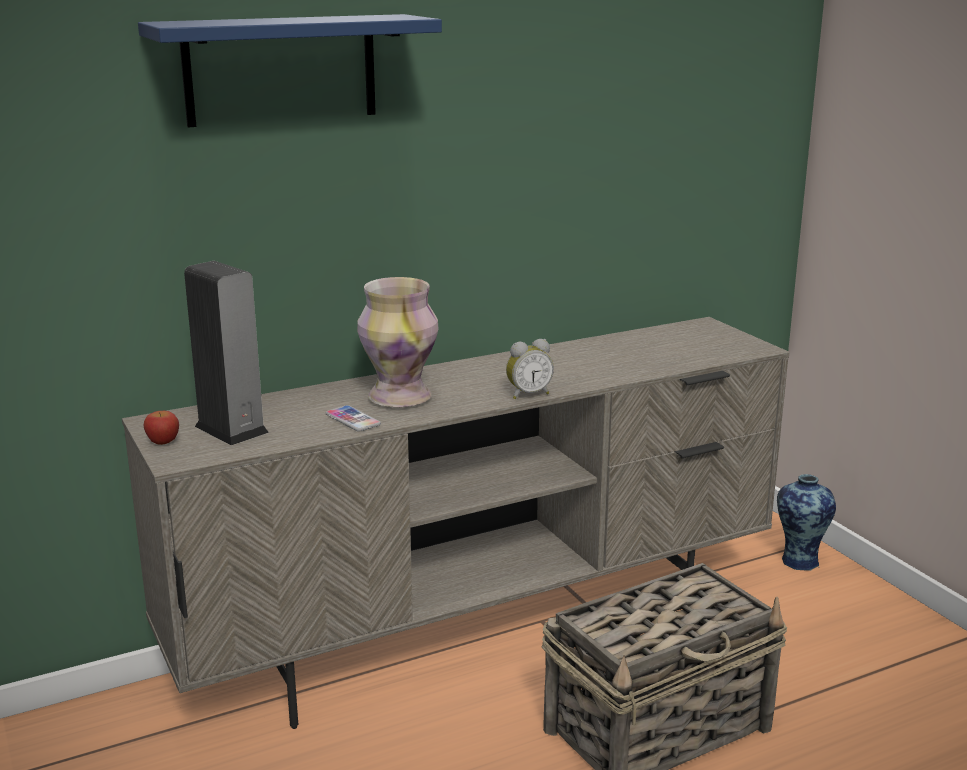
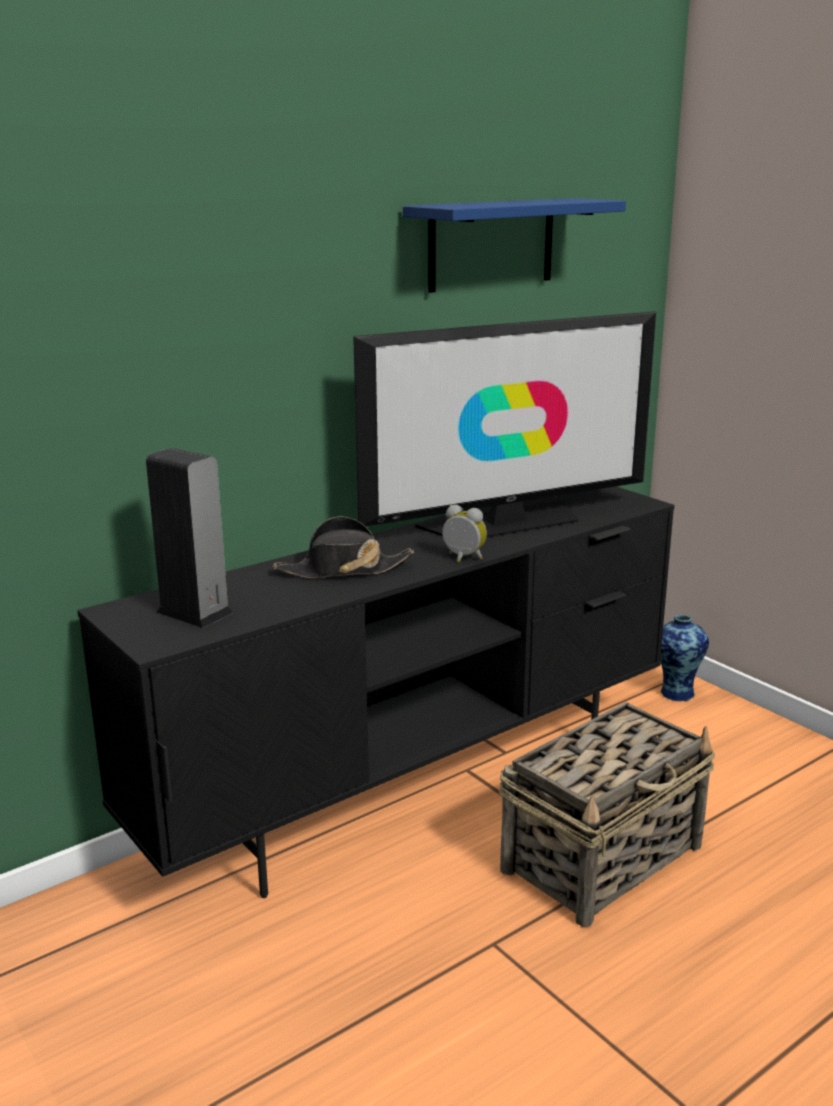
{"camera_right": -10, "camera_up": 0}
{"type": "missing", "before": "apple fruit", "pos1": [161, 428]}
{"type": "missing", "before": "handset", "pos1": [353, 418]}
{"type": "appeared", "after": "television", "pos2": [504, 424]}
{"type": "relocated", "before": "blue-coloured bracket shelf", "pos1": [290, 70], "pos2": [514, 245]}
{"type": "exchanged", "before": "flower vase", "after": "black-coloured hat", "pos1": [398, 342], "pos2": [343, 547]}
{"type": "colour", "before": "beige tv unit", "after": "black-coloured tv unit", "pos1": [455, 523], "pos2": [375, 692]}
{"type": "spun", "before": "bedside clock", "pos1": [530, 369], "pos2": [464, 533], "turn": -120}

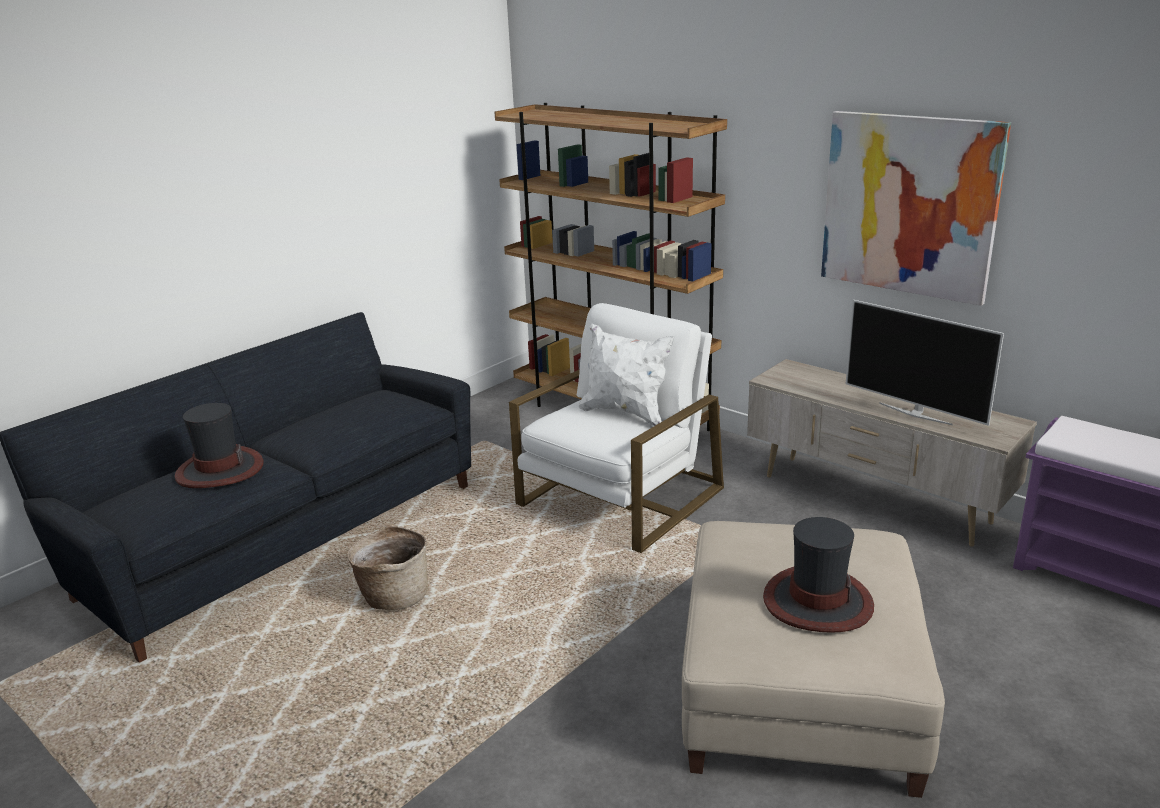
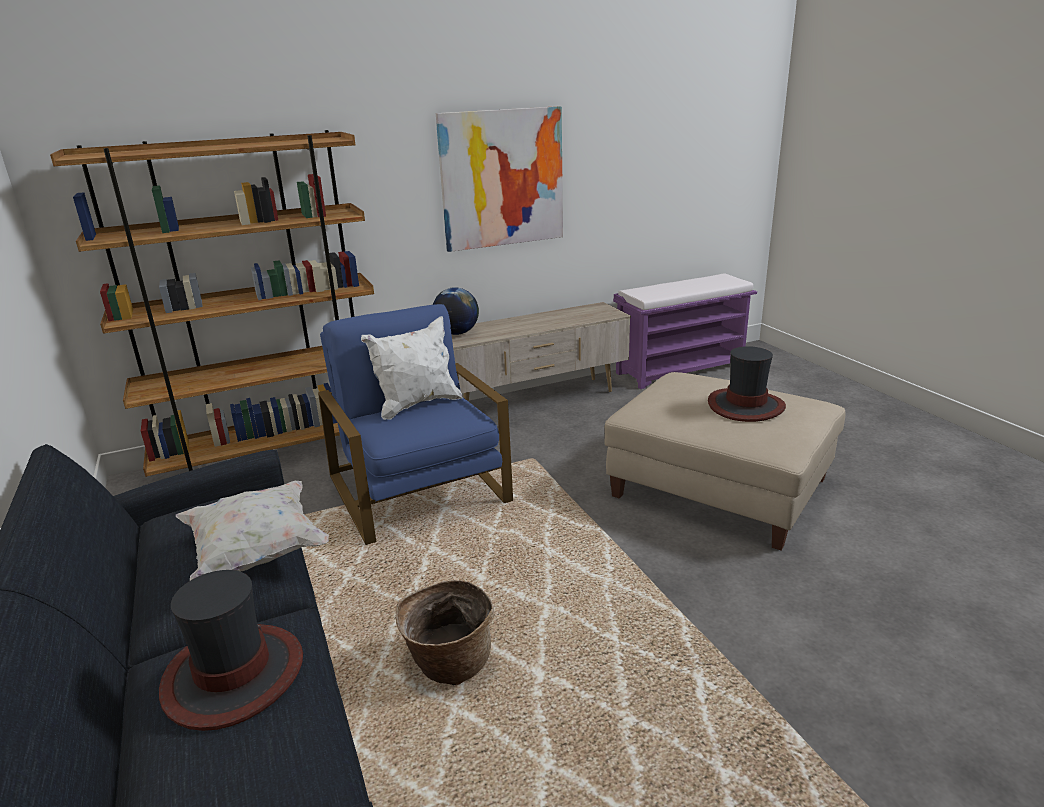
{"camera_right": -65, "camera_up": 0}
{"type": "missing", "before": "television", "pos1": [925, 363]}
{"type": "appeared", "after": "white-coloured pillow", "pos2": [252, 531]}
{"type": "appeared", "after": "world globe", "pos2": [456, 311]}
{"type": "colour", "before": "white-coloured armchair", "after": "blue-coloured armchair", "pos1": [616, 428], "pos2": [415, 424]}

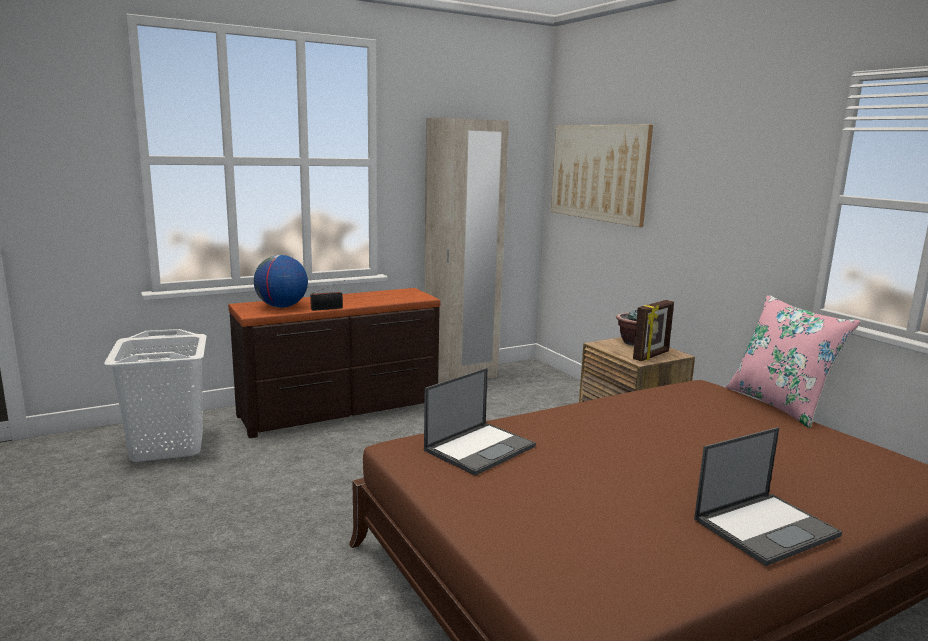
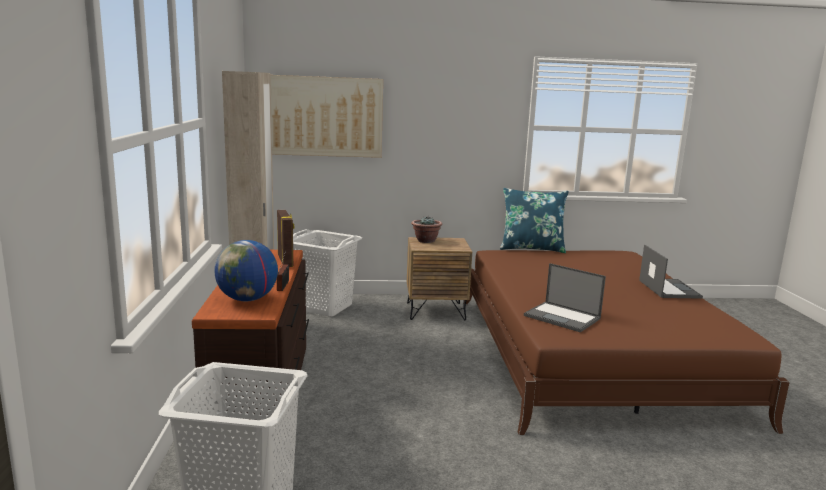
{"camera_right": -65, "camera_up": 0}
{"type": "appeared", "after": "white-coloured laundry basket", "pos2": [327, 273]}
{"type": "relocated", "before": "photo frame", "pos1": [653, 330], "pos2": [285, 238]}
{"type": "colour", "before": "pink-coloured pillow", "after": "blue-coloured pillow", "pos1": [793, 361], "pos2": [534, 220]}
{"type": "spun", "before": "notebook computer", "pos1": [480, 422], "pos2": [565, 297], "turn": 150}

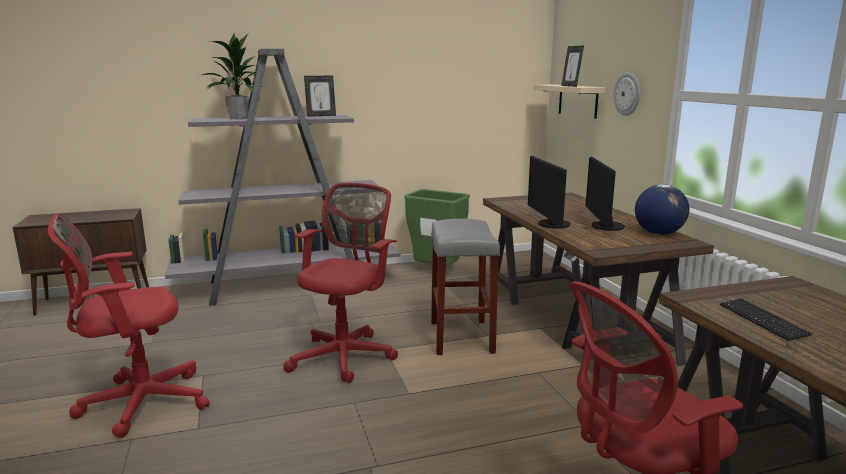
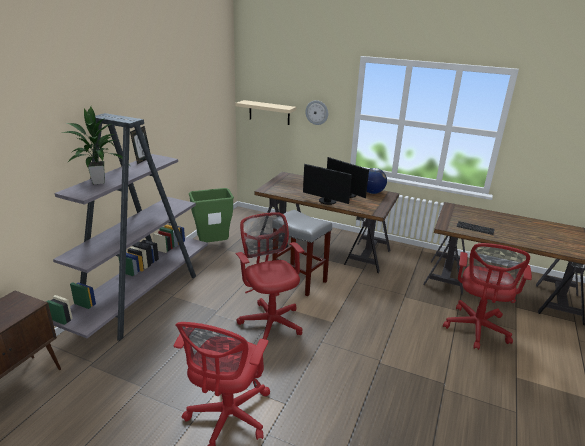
{"camera_right": -50, "camera_up": 10}
{"type": "missing", "before": "photo frame", "pos1": [572, 66]}

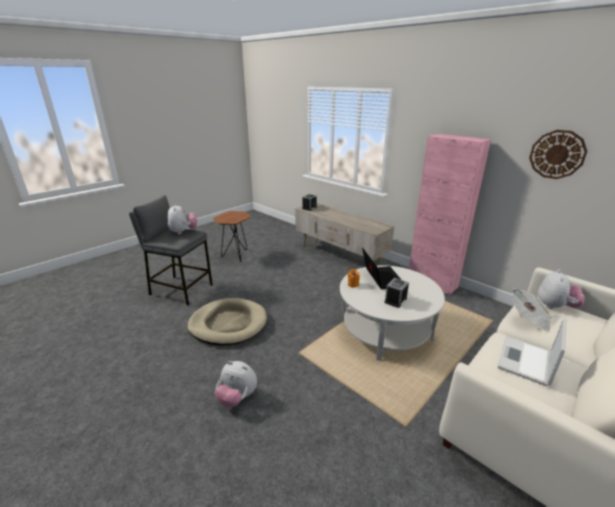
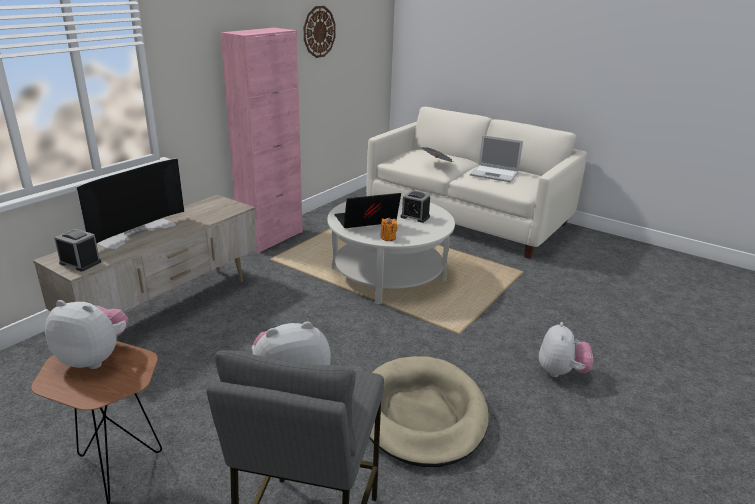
{"camera_right": -100, "camera_up": 0}
{"type": "appeared", "after": "television", "pos2": [130, 203]}
{"type": "relocated", "before": "soft toy", "pos1": [561, 289], "pos2": [86, 334]}

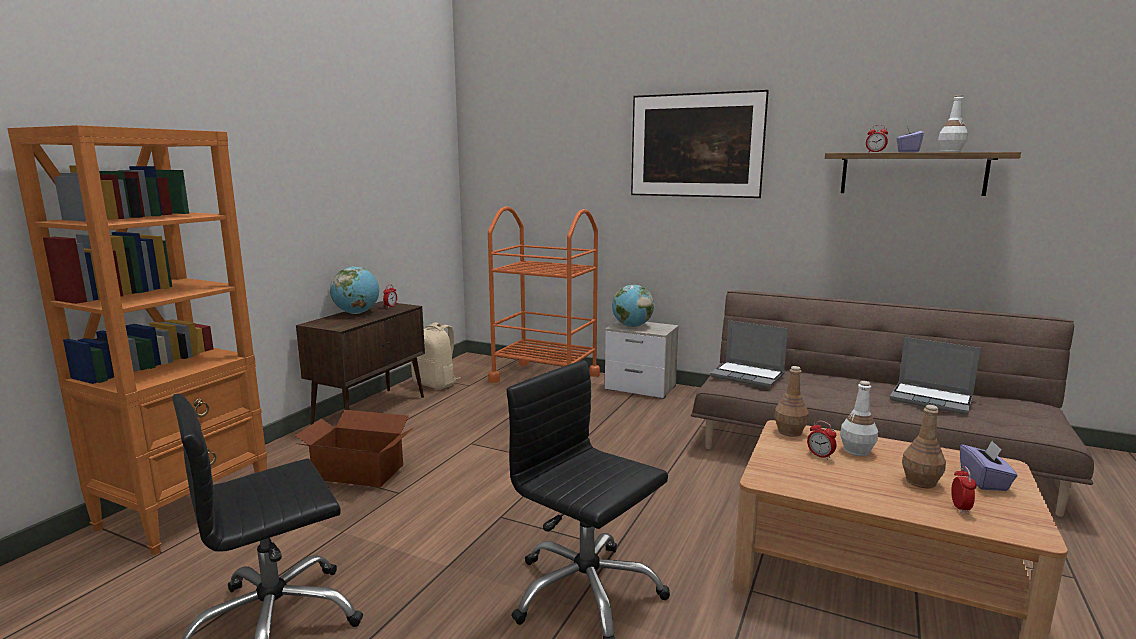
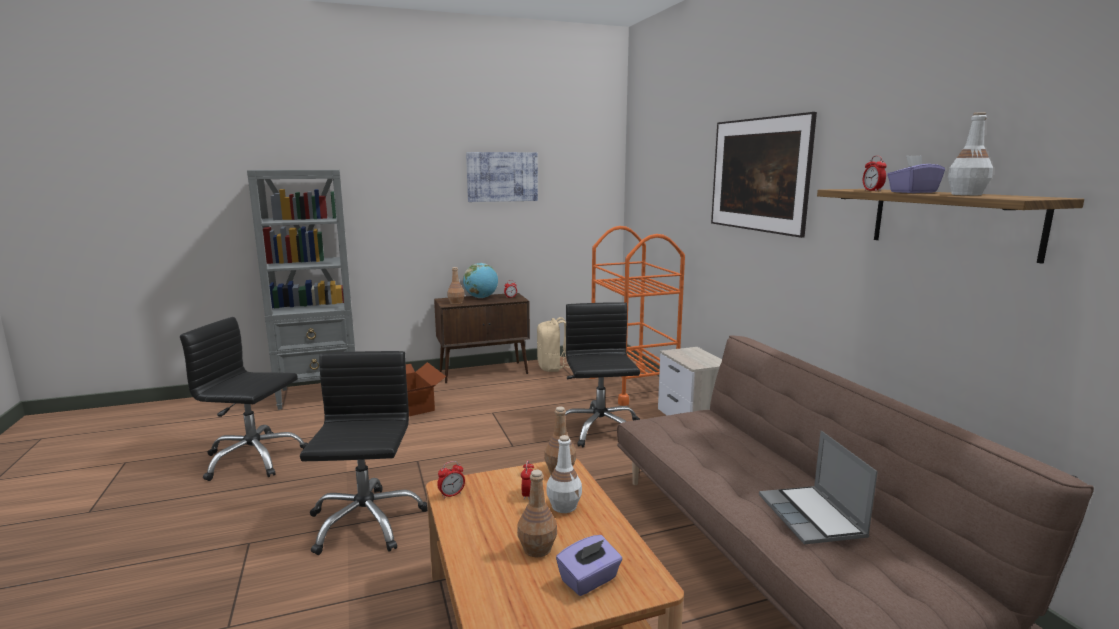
{"camera_right": 45, "camera_up": 0}
{"type": "missing", "before": "world globe", "pos1": [633, 306]}
{"type": "missing", "before": "notebook computer", "pos1": [749, 354]}
{"type": "appeared", "after": "brownish bottle", "pos2": [456, 286]}
{"type": "appeared", "after": "wall picture", "pos2": [502, 177]}
{"type": "appeared", "after": "black-coloured office chair", "pos2": [602, 374]}
{"type": "relocated", "before": "bedside clock", "pos1": [963, 490], "pos2": [451, 480]}
{"type": "colour", "before": "orange bookcase", "after": "gray bookcase", "pos1": [137, 340], "pos2": [301, 290]}

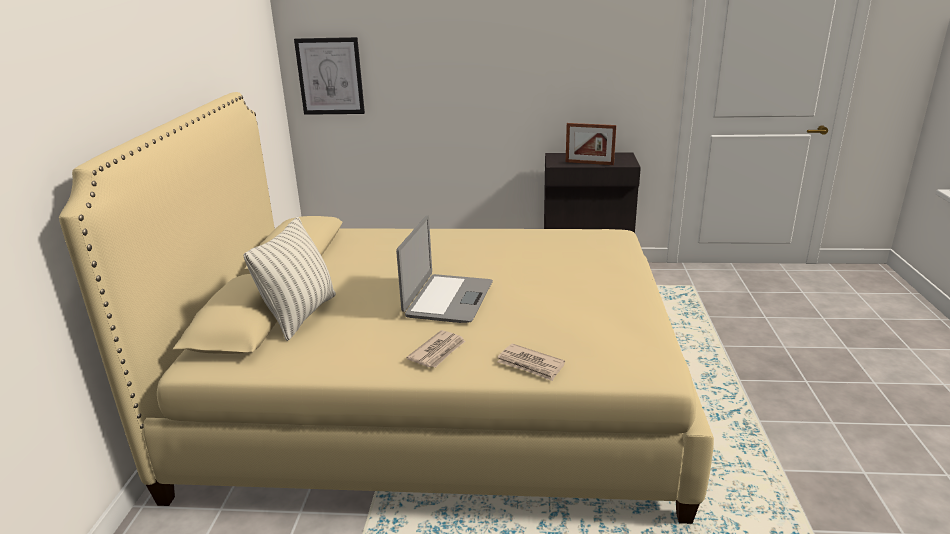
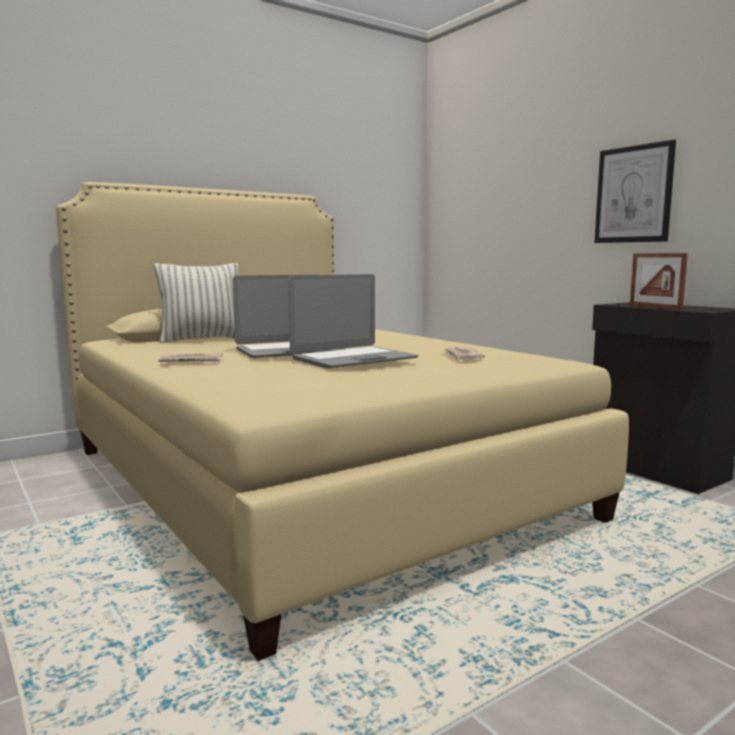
{"camera_right": 50, "camera_up": -15}
{"type": "appeared", "after": "notebook computer", "pos2": [353, 321]}
{"type": "relocated", "before": "wall picture", "pos1": [329, 76], "pos2": [635, 191]}
{"type": "relocated", "before": "newspaper", "pos1": [531, 362], "pos2": [463, 354]}

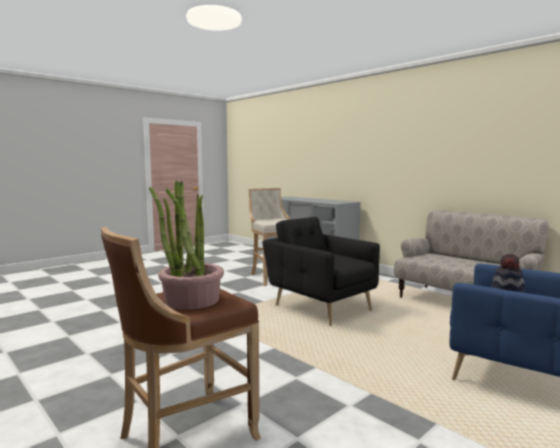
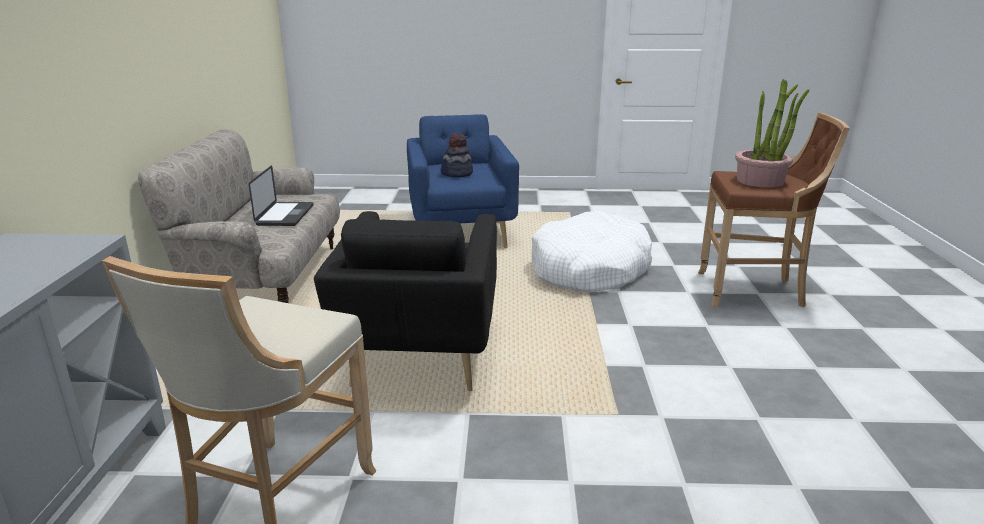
{"camera_right": -135, "camera_up": 15}
{"type": "appeared", "after": "notebook computer", "pos2": [281, 195]}
{"type": "appeared", "after": "white-coloured dog cushion", "pos2": [592, 252]}

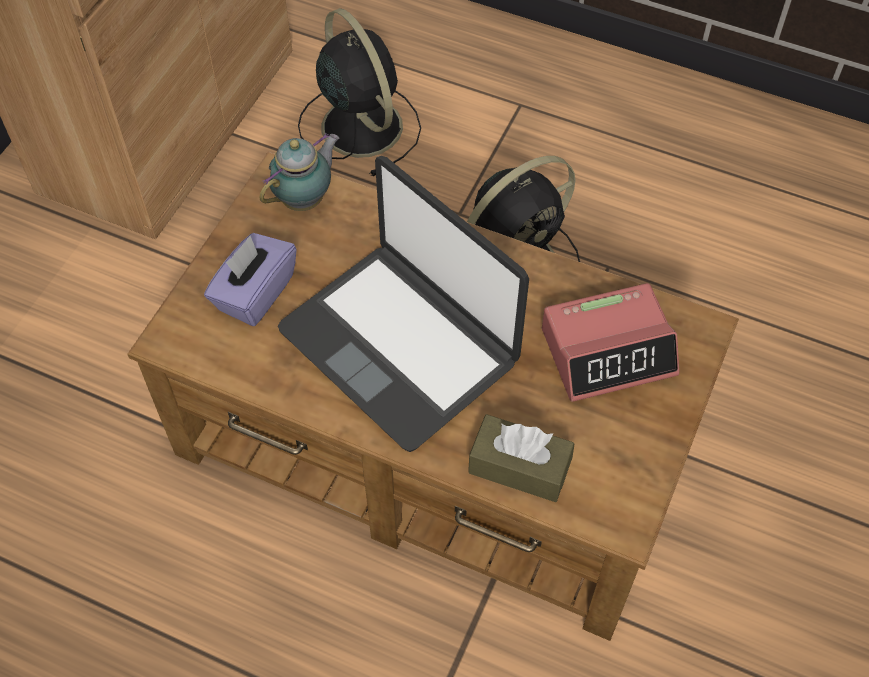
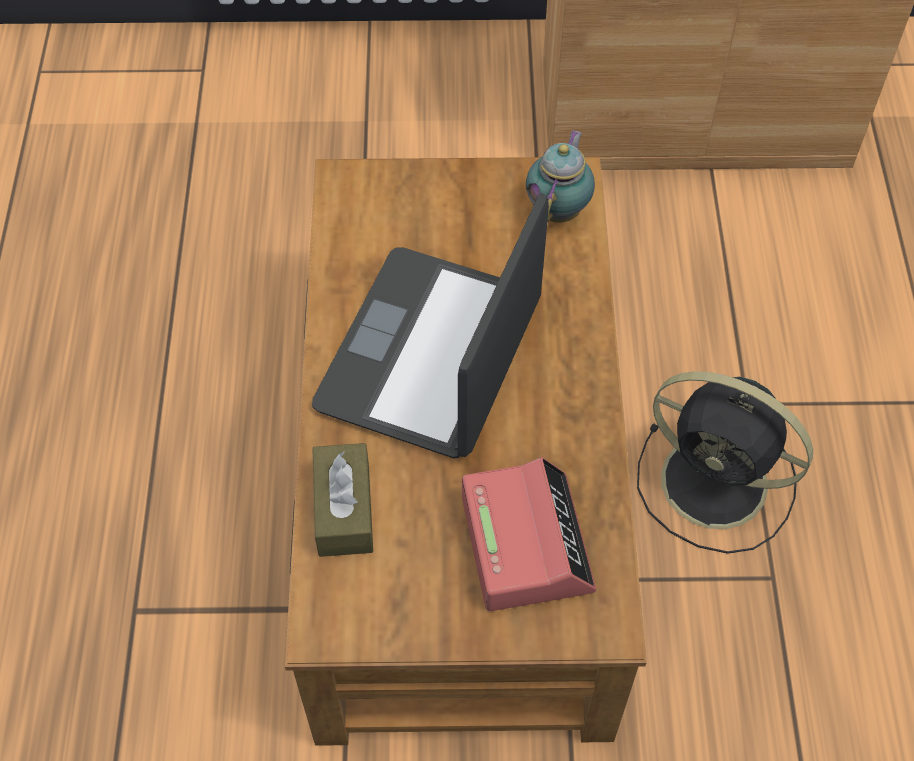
{"camera_right": 65, "camera_up": 0}
{"type": "missing", "before": "purple tissue box", "pos1": [250, 279]}
{"type": "missing", "before": "black-coloured cooling fan", "pos1": [359, 92]}
{"type": "spun", "before": "tea pot", "pos1": [299, 172], "pos2": [560, 177], "turn": -90}
{"type": "spun", "before": "bedside clock", "pos1": [610, 342], "pos2": [529, 534], "turn": -150}

